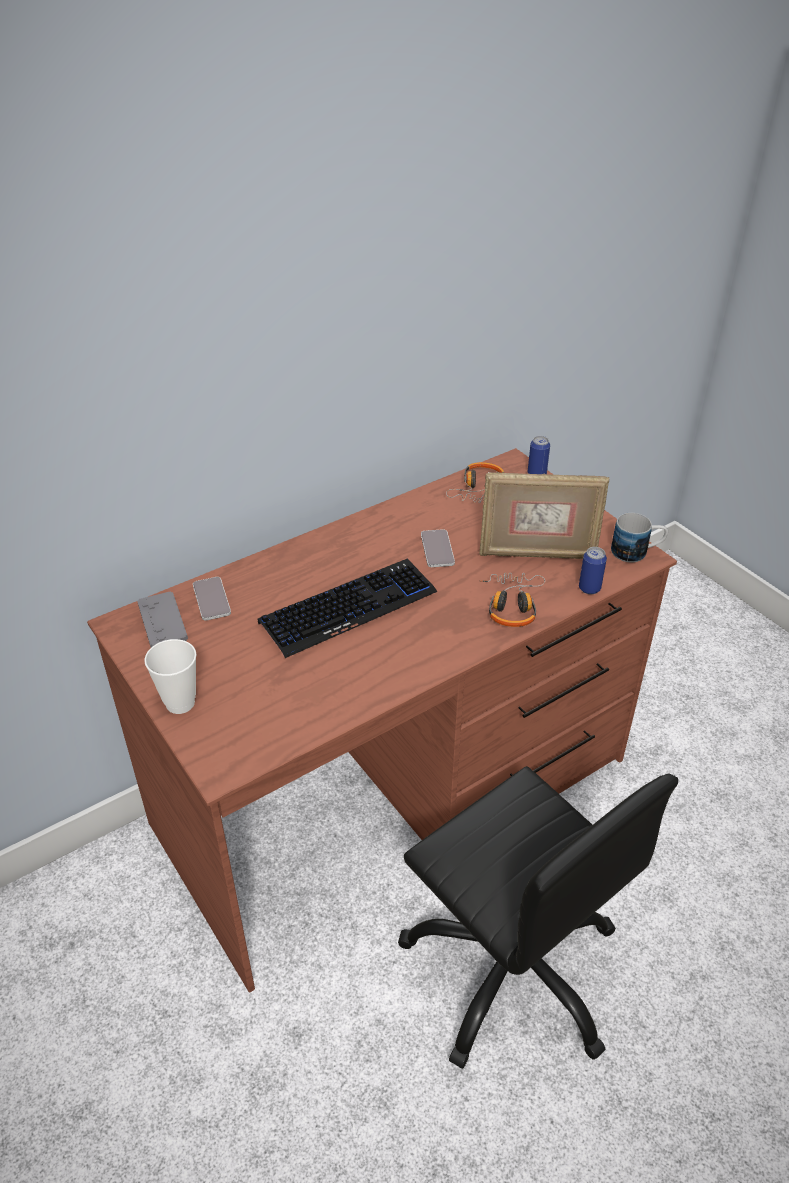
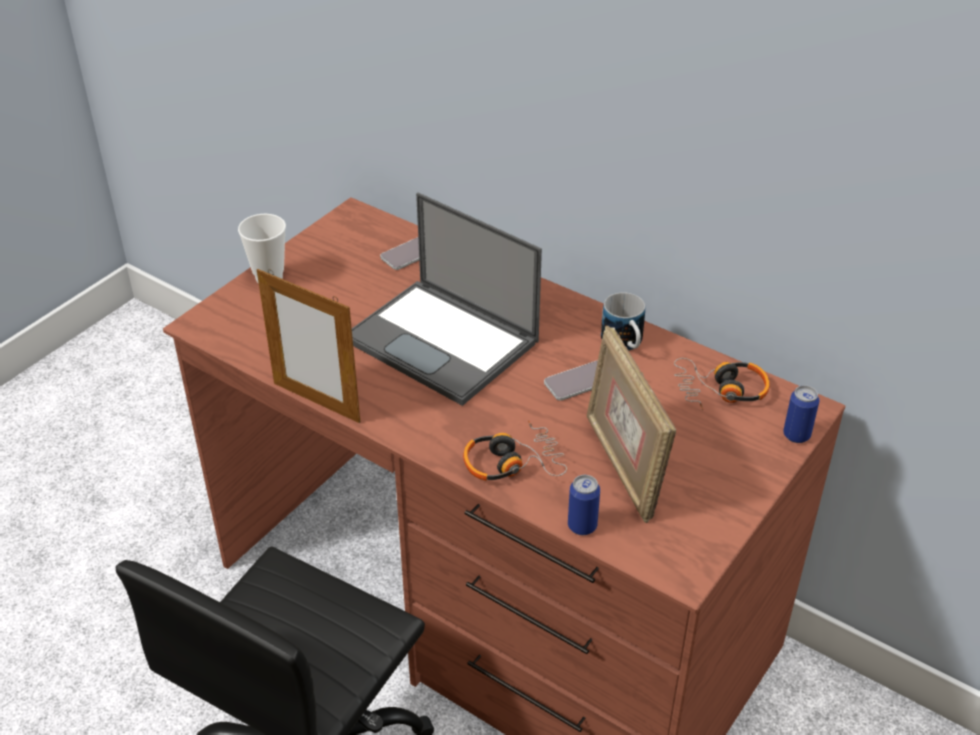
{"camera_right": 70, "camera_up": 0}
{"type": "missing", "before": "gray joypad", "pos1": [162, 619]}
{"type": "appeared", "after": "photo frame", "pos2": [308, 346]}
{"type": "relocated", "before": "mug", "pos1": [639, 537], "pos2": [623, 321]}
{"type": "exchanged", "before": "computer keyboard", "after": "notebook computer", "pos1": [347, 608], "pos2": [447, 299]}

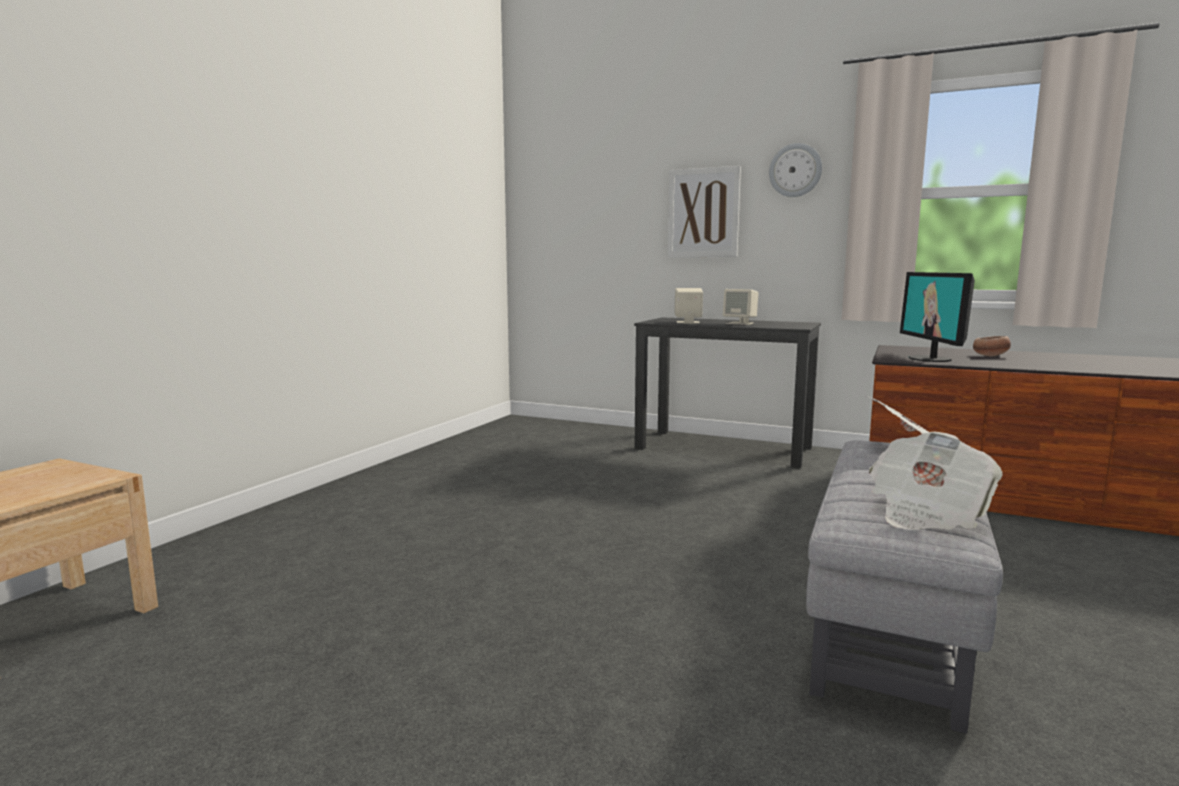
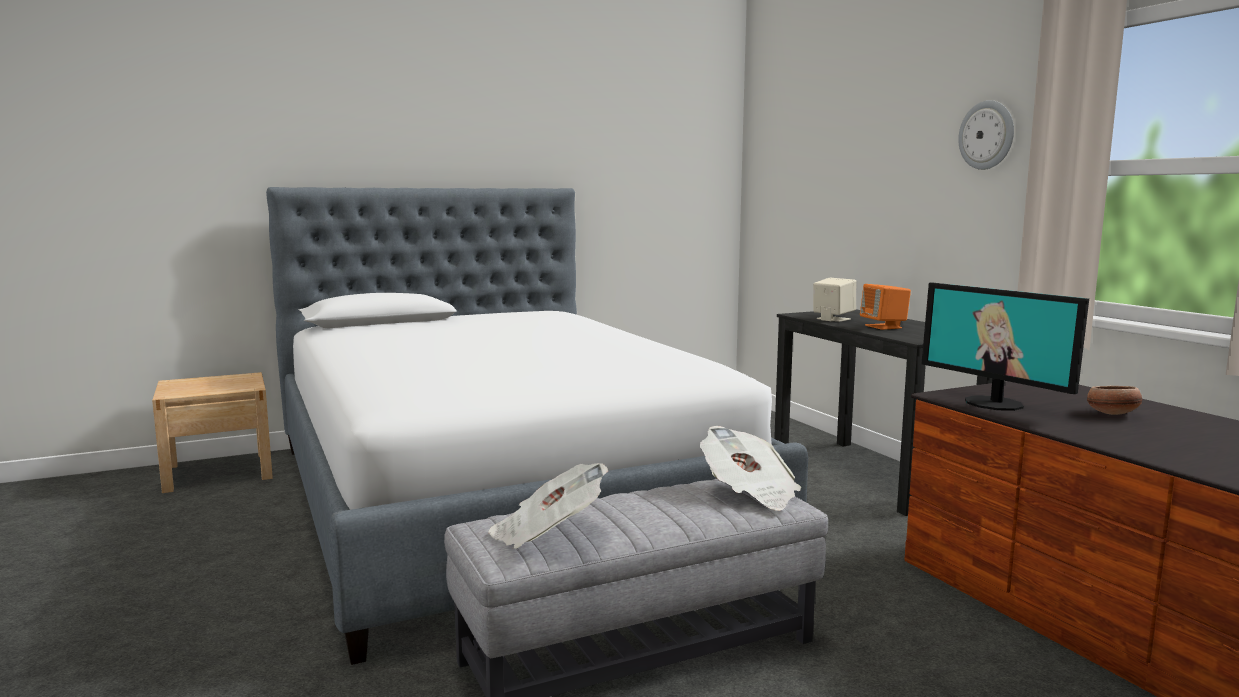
{"camera_right": 40, "camera_up": 0}
{"type": "missing", "before": "wall picture", "pos1": [704, 211]}
{"type": "appeared", "after": "bedroom bed", "pos2": [537, 426]}
{"type": "colour", "before": "beige loudspeaker", "after": "orange loudspeaker", "pos1": [740, 307], "pos2": [885, 307]}
{"type": "spun", "before": "monitor", "pos1": [937, 317], "pos2": [1005, 347], "turn": -75}

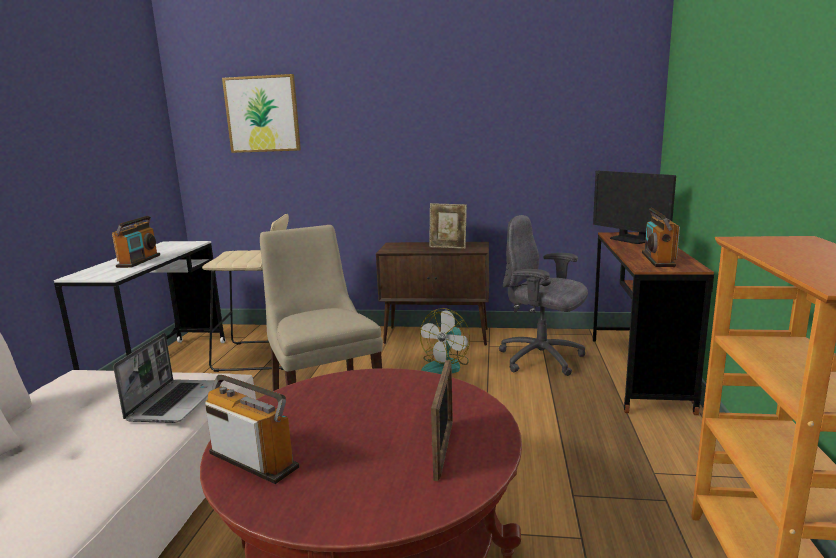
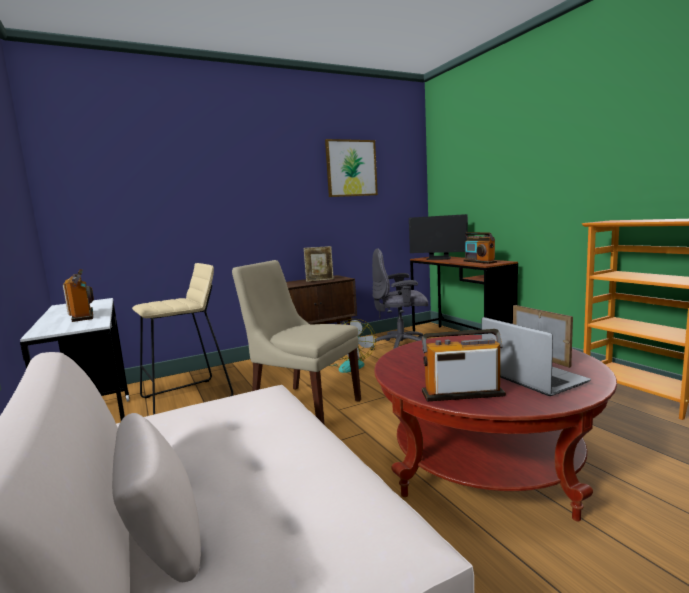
{"camera_right": -35, "camera_up": -5}
{"type": "relocated", "before": "notebook computer", "pos1": [167, 378], "pos2": [536, 356]}
{"type": "relocated", "before": "wall picture", "pos1": [261, 113], "pos2": [351, 168]}

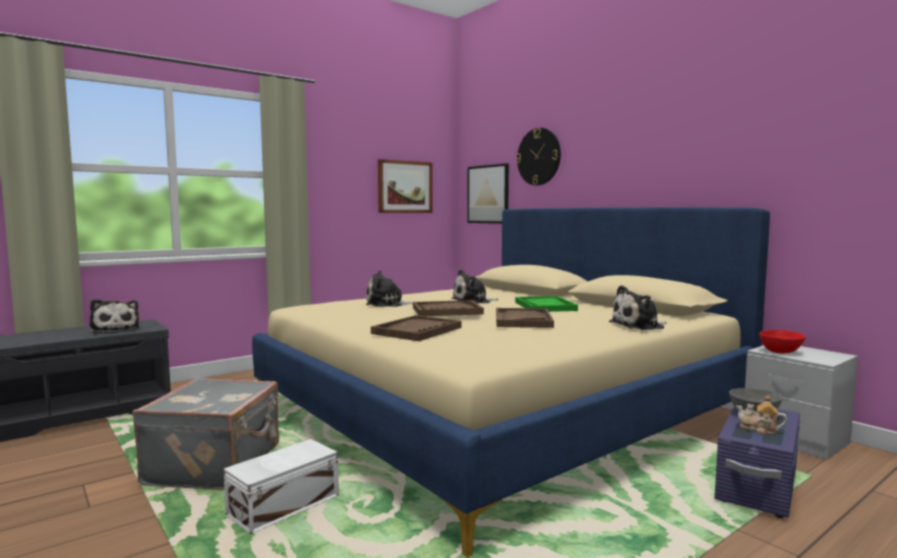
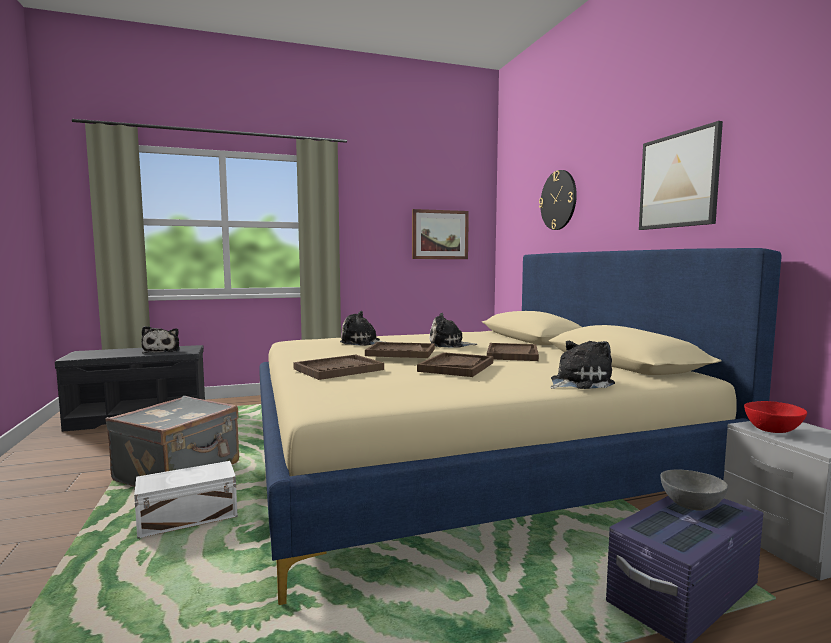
{"camera_right": 20, "camera_up": 0}
{"type": "missing", "before": "tea pot", "pos1": [761, 415]}
{"type": "relocated", "before": "wall picture", "pos1": [488, 193], "pos2": [681, 175]}
{"type": "colour", "before": "green carrying tray", "after": "brownish carrying tray", "pos1": [546, 304], "pos2": [513, 352]}
{"type": "spun", "before": "soft toy", "pos1": [638, 307], "pos2": [582, 365], "turn": 150}

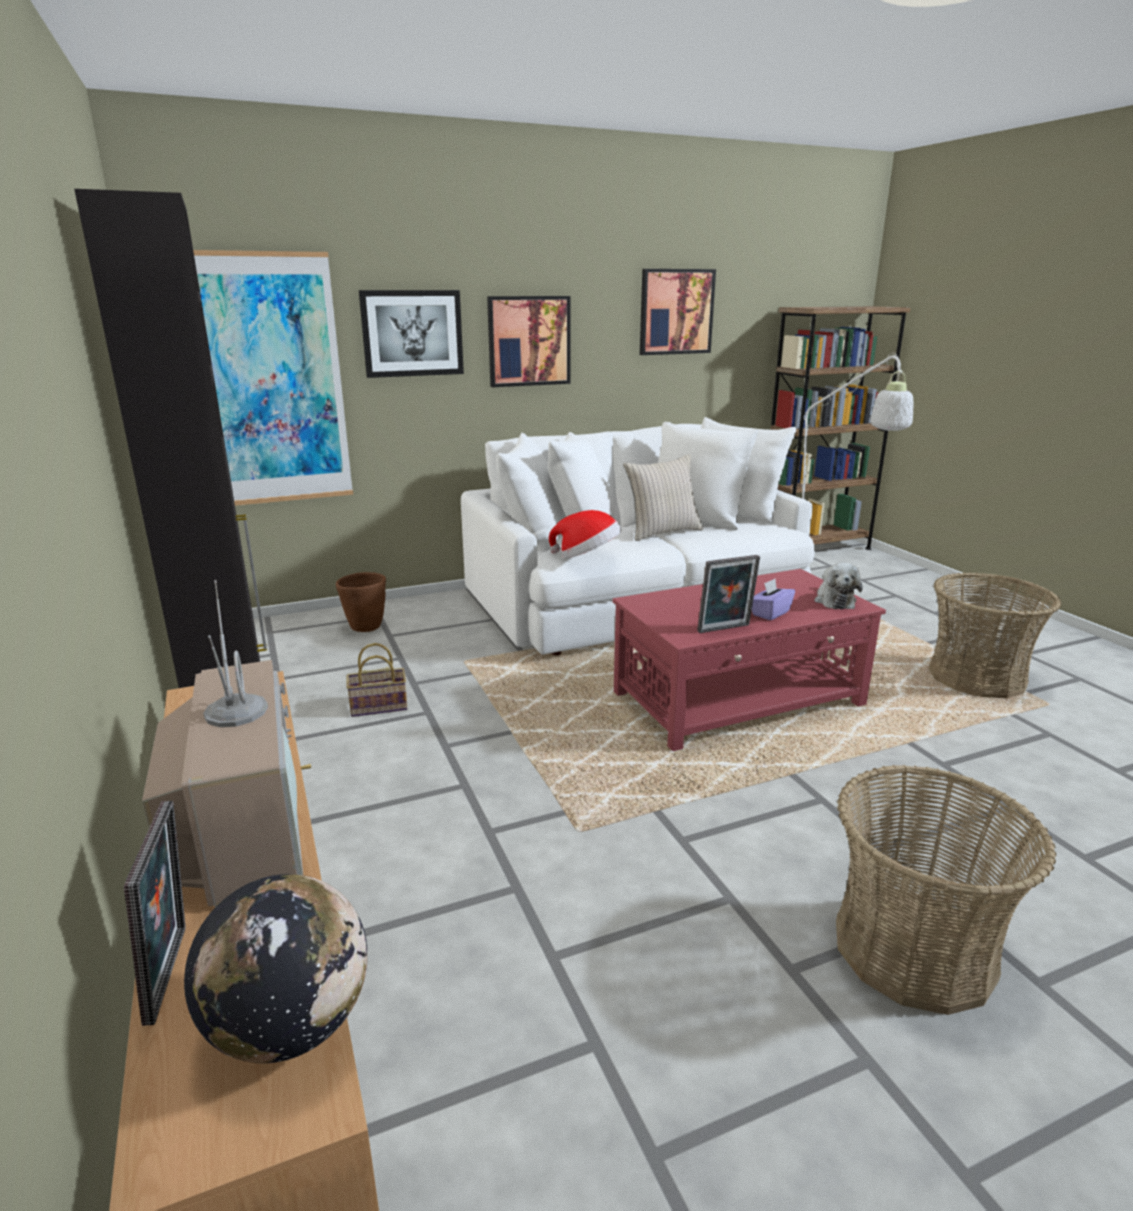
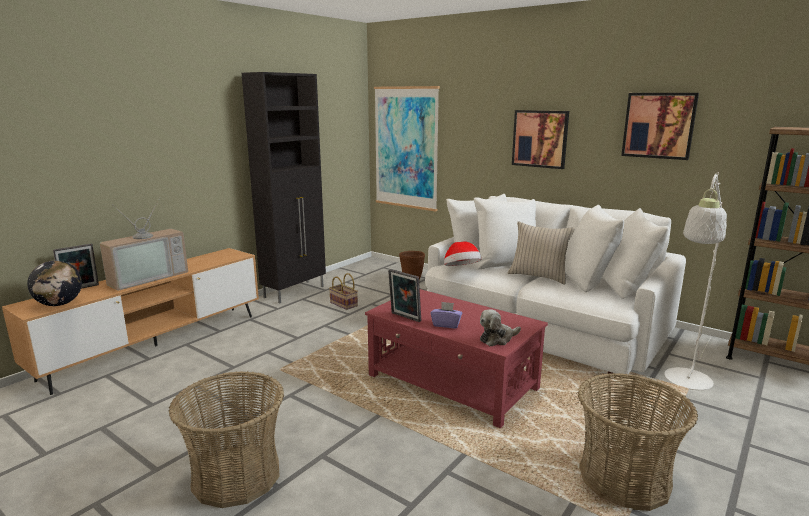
{"camera_right": 60, "camera_up": -5}
{"type": "missing", "before": "wall picture", "pos1": [411, 334]}

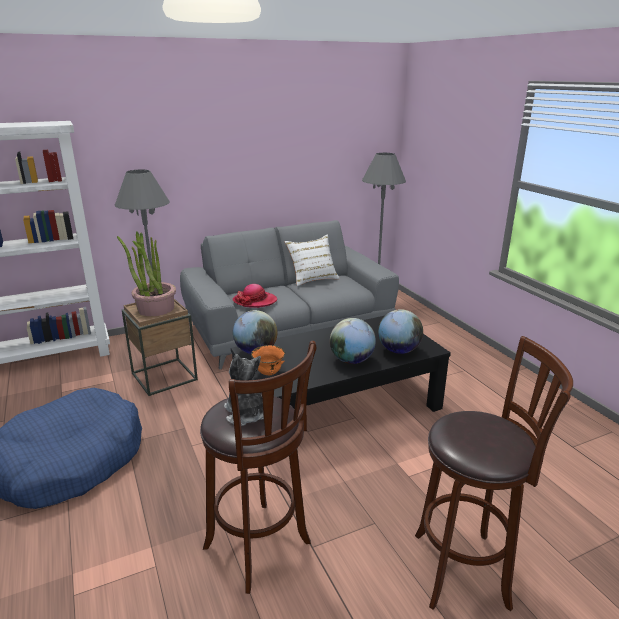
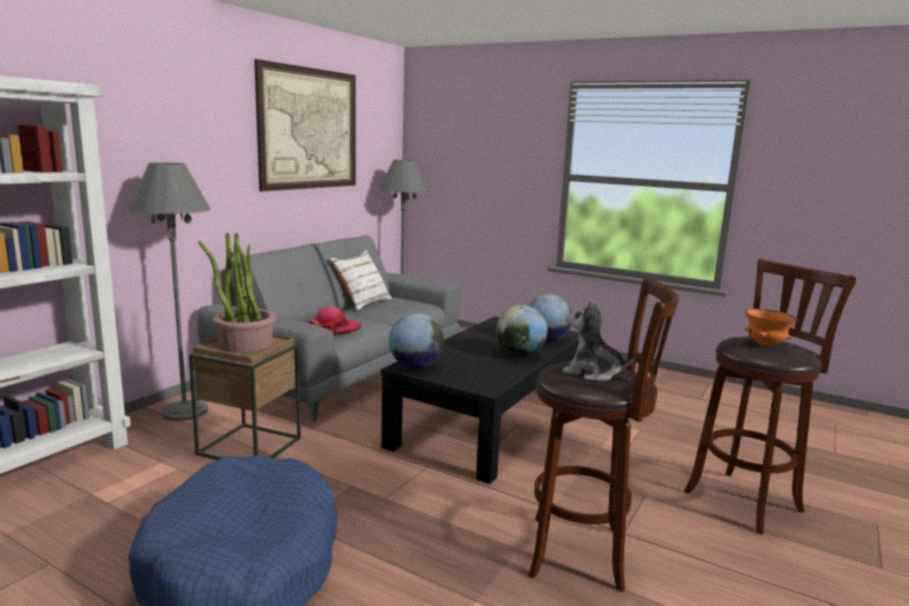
{"camera_right": -35, "camera_up": -10}
{"type": "appeared", "after": "wall picture", "pos2": [305, 125]}
{"type": "relocated", "before": "orange bowl", "pos1": [268, 360], "pos2": [771, 327]}

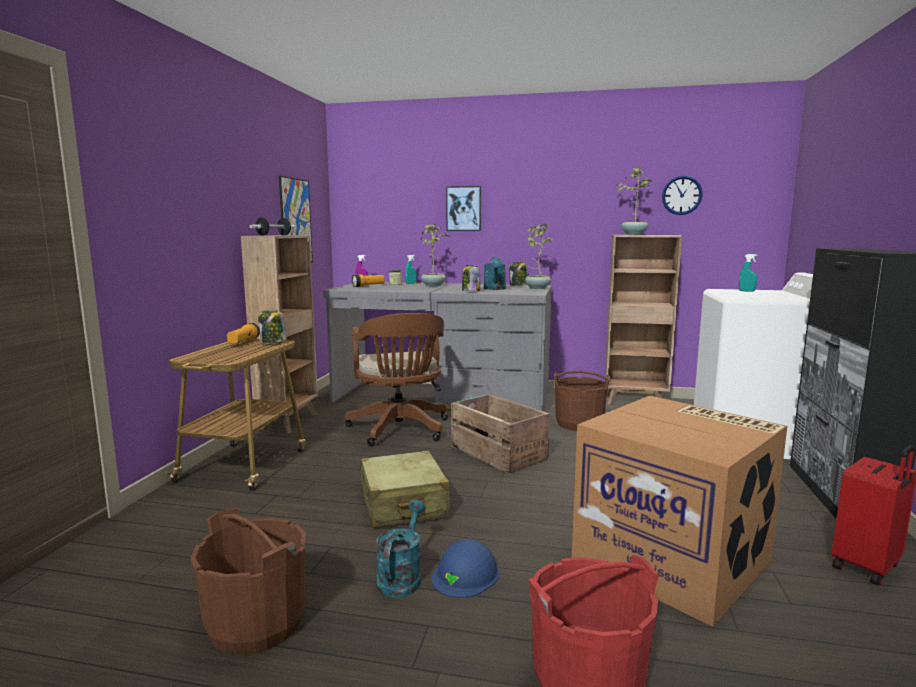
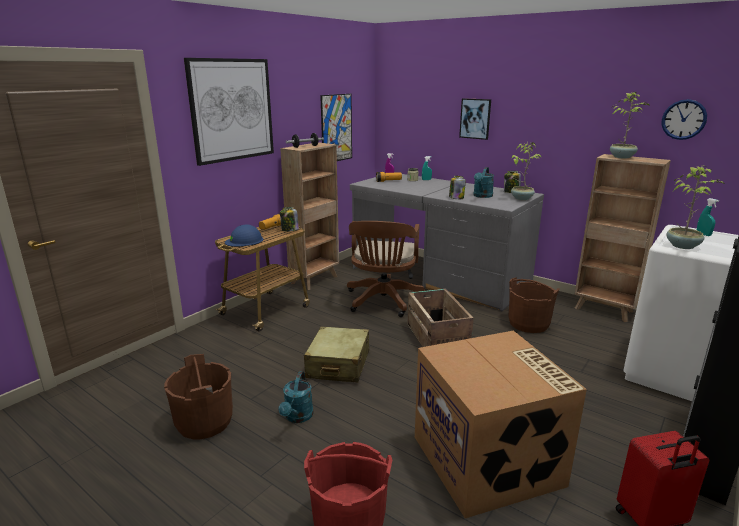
{"camera_right": 25, "camera_up": 10}
{"type": "appeared", "after": "wall picture", "pos2": [229, 112]}
{"type": "relocated", "before": "plant in a pot", "pos1": [435, 255], "pos2": [696, 207]}
{"type": "relocated", "before": "blue-coloured hard hat", "pos1": [465, 568], "pos2": [244, 236]}
{"type": "spun", "before": "turquoise-coloured watering can", "pos1": [401, 549], "pos2": [296, 397], "turn": 150}

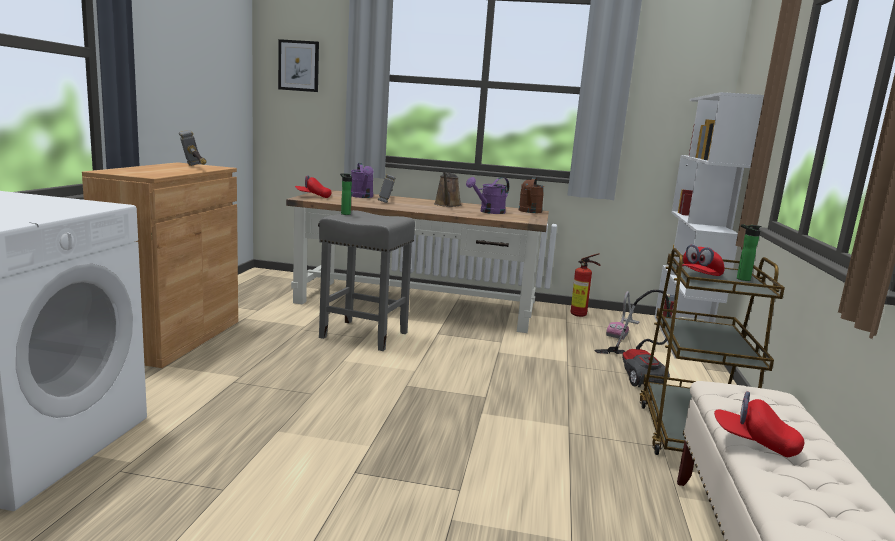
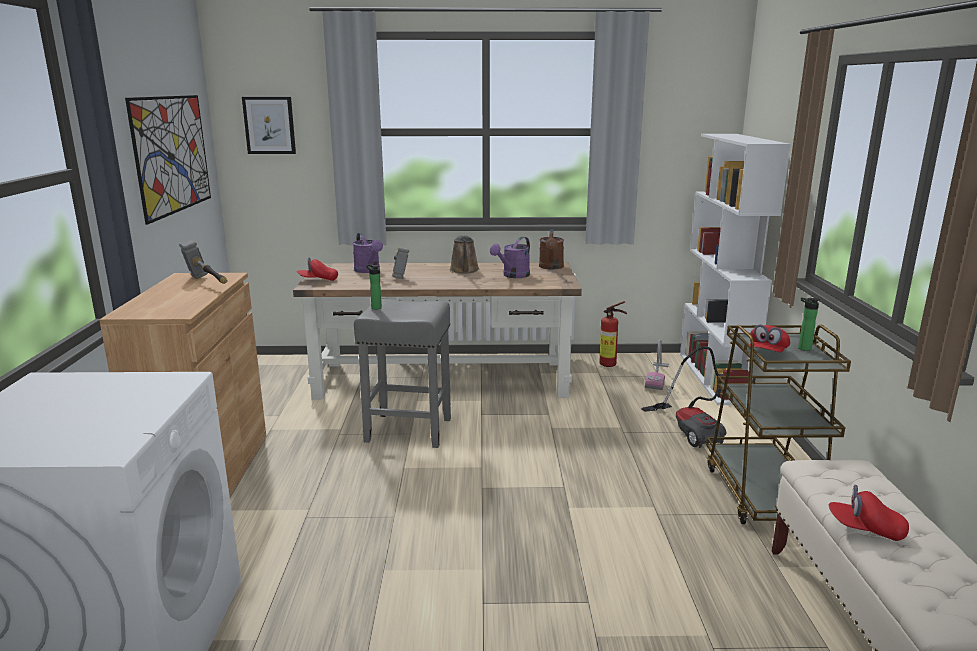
{"camera_right": -10, "camera_up": 5}
{"type": "appeared", "after": "wall picture", "pos2": [168, 160]}

